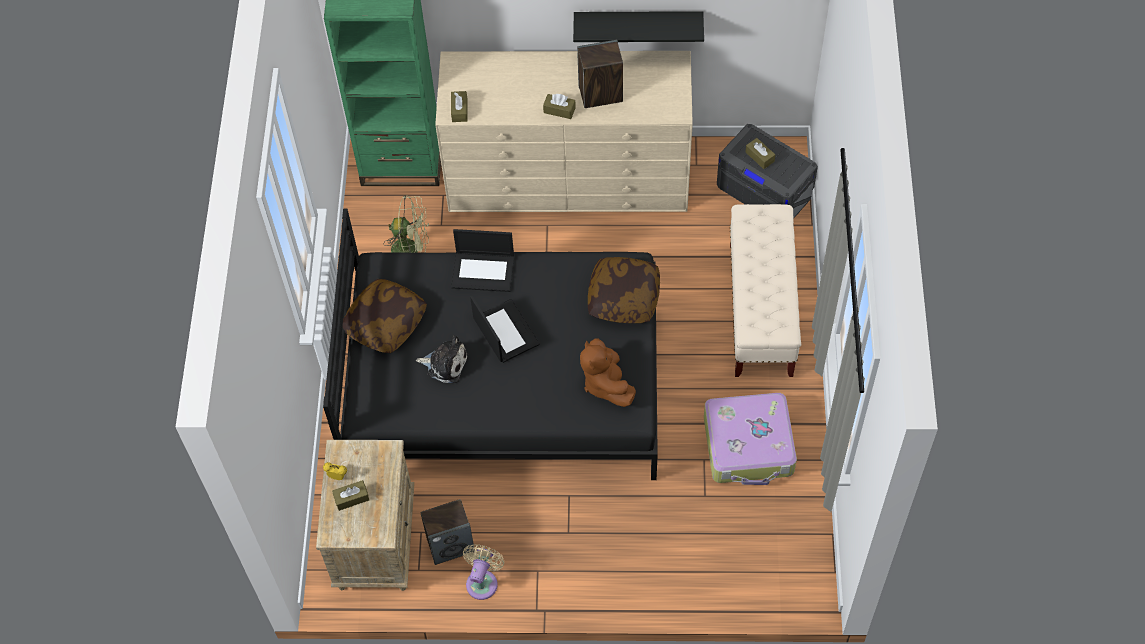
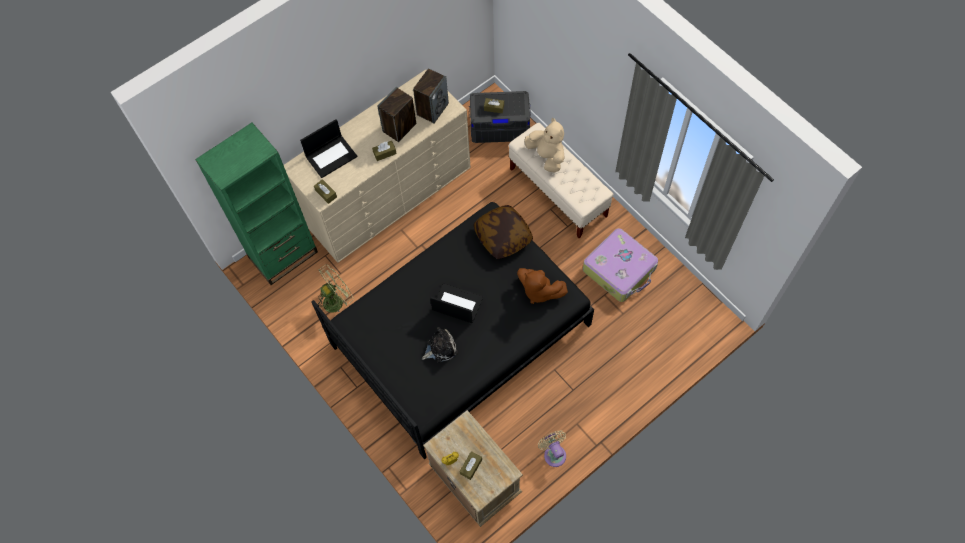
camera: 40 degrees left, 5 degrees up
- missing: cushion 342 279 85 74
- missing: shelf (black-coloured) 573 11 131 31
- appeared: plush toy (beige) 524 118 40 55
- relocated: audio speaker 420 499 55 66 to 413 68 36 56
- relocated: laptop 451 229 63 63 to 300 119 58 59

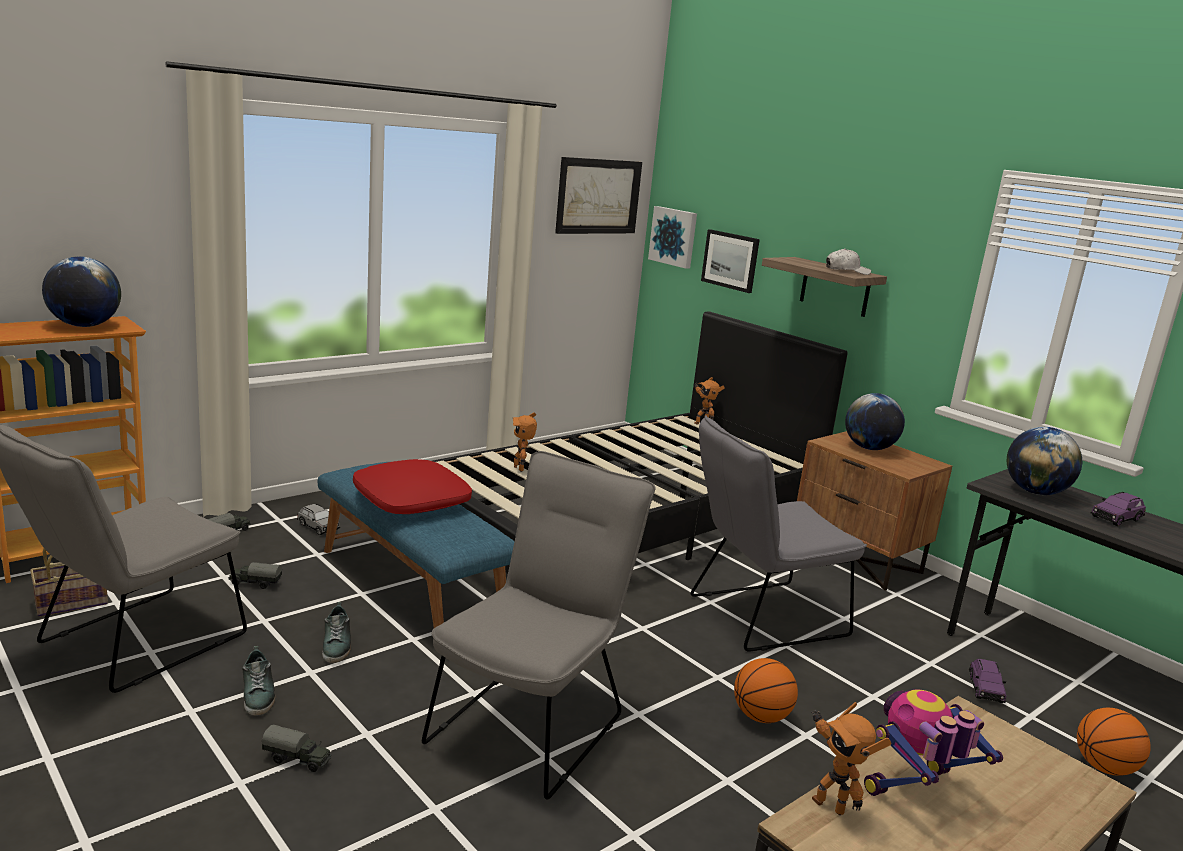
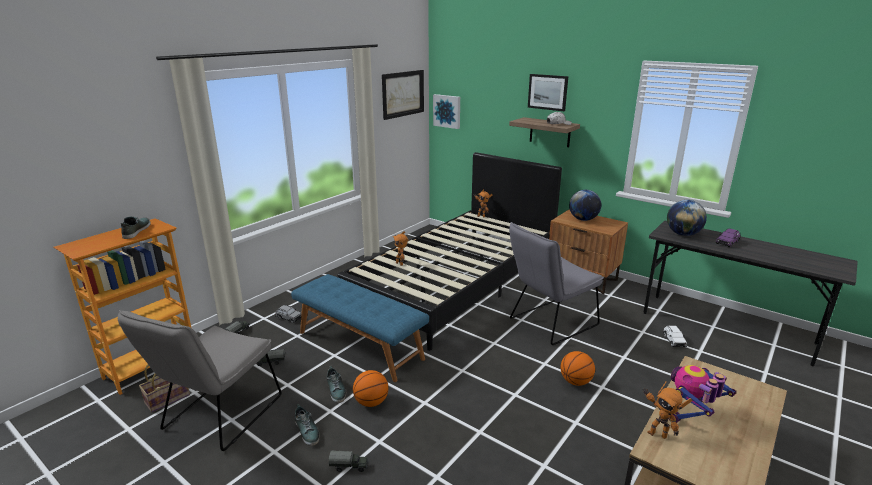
camera: 10 degrees left, 5 degrees up
- missing: cushion (reddish) 353 459 119 55
- missing: upright chair (greyish) 422 451 234 349
- relocated: picture 701 229 59 64 to 528 74 40 37
- relocated: basketball 1077 708 74 68 to 353 370 35 37
- exchanged: world globe 42 256 79 71 to item of footwear 121 216 30 23
- colour: toy car (purple) 969 659 37 44 to toy car (white-coloured) 663 326 24 21

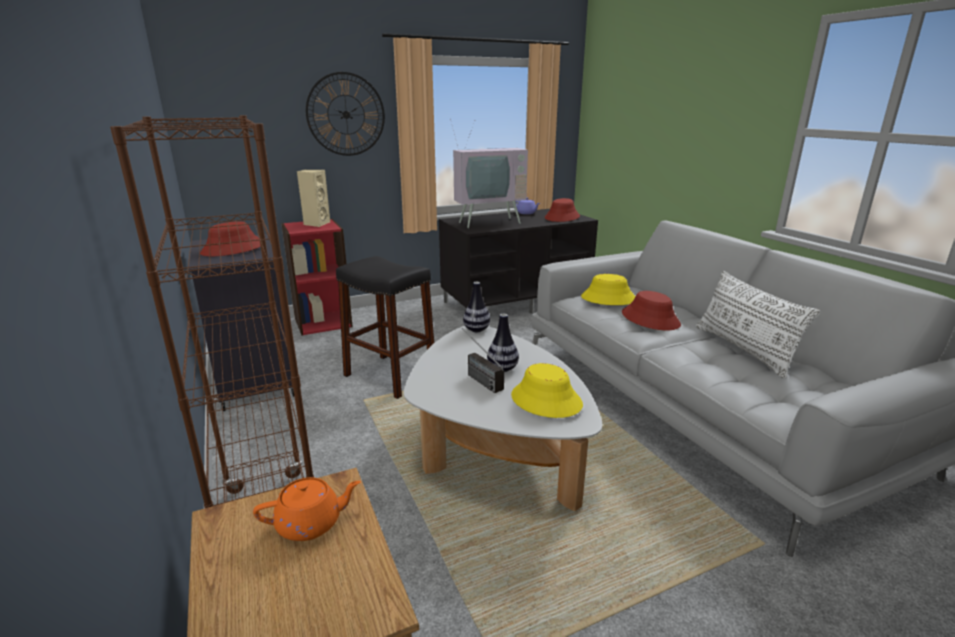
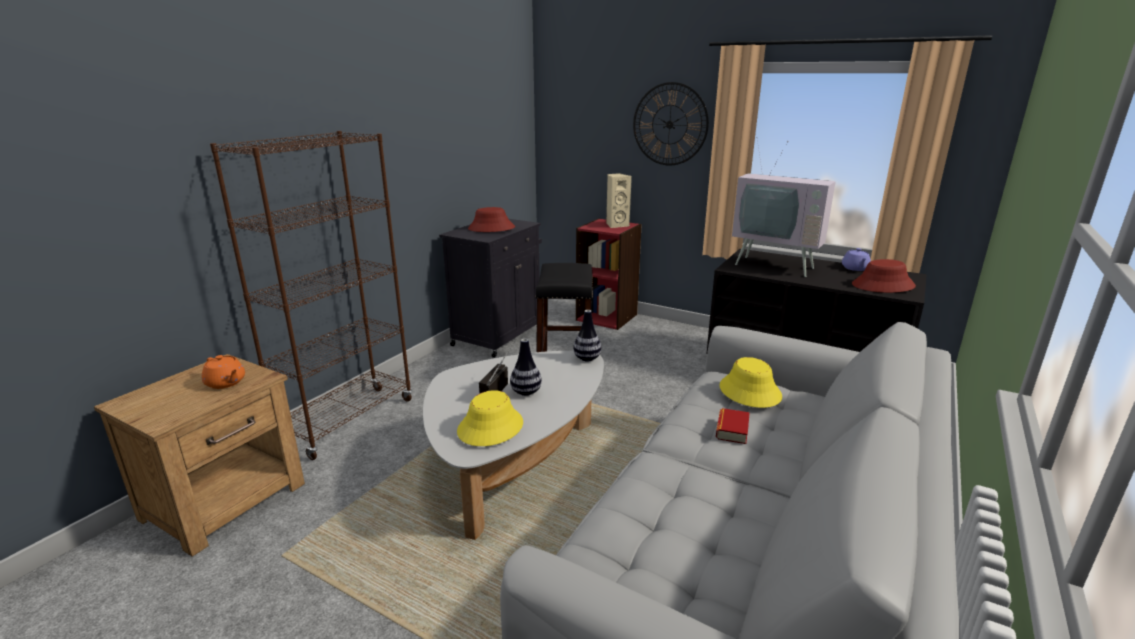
camera: 55 degrees right, 0 degrees up
- missing: cushion (white-coloured) 696 271 124 107
- exchanged: wearable hat (reddish) 622 291 59 39 to bound book 716 408 34 36

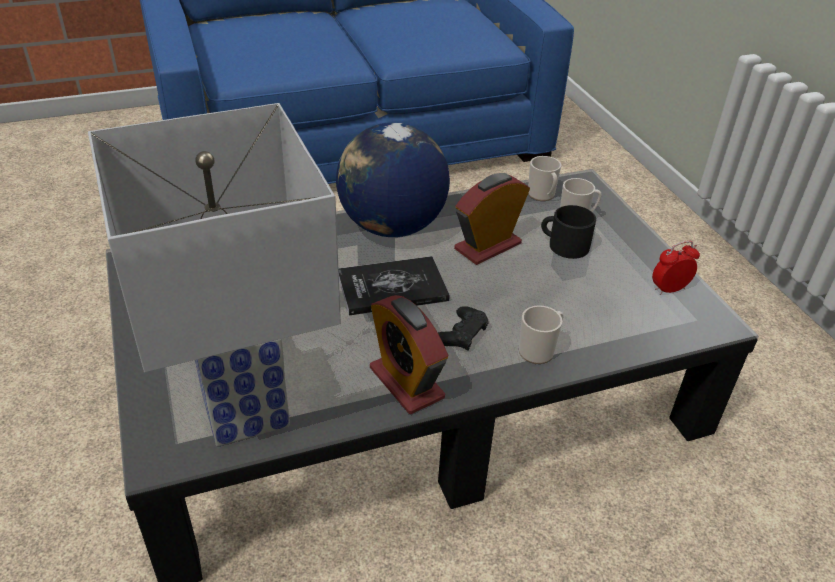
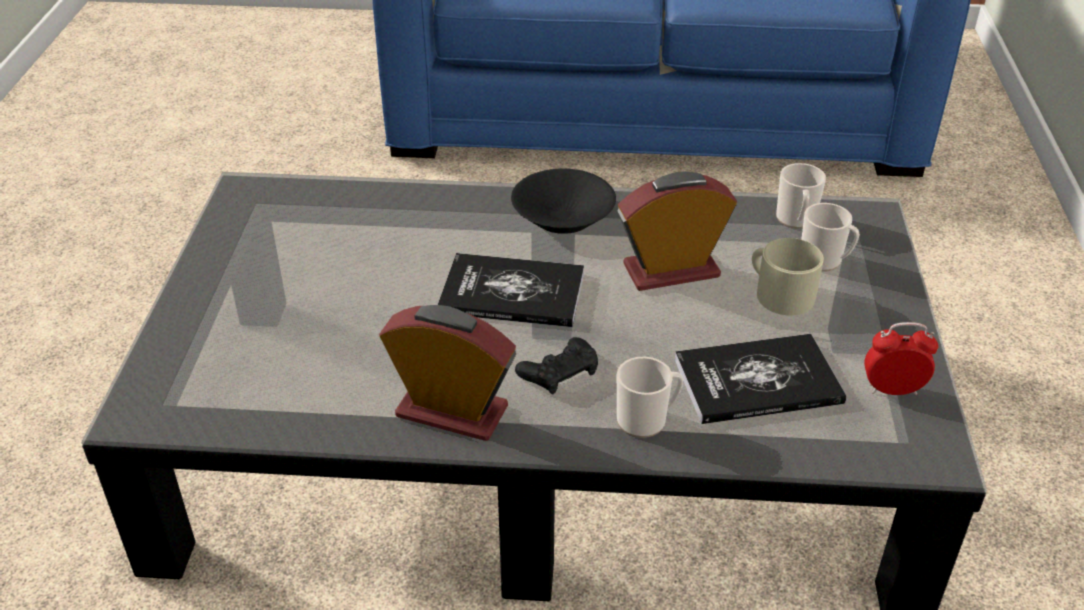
camera: 25 degrees right, 0 degrees up
- missing: lamp for a table (white-coloured) 88 103 253 343
- appeared: bound book 675 334 171 90
- exchanged: world globe 336 122 114 115 to bowl (black-coloured) 511 169 105 65
- colour: coffee mug (black-coloured) 541 205 55 54 to coffee mug (beige) 752 238 72 78
- spun: table clock 370 295 78 119 = 379 305 137 136 120 degrees clockwise

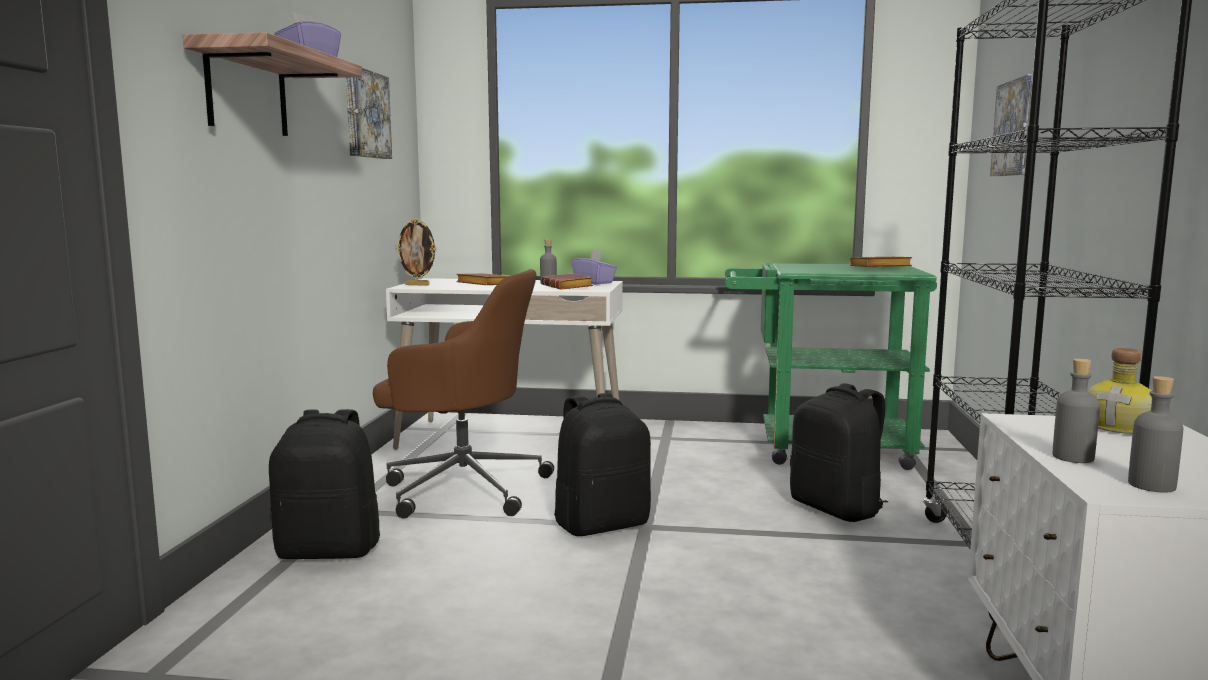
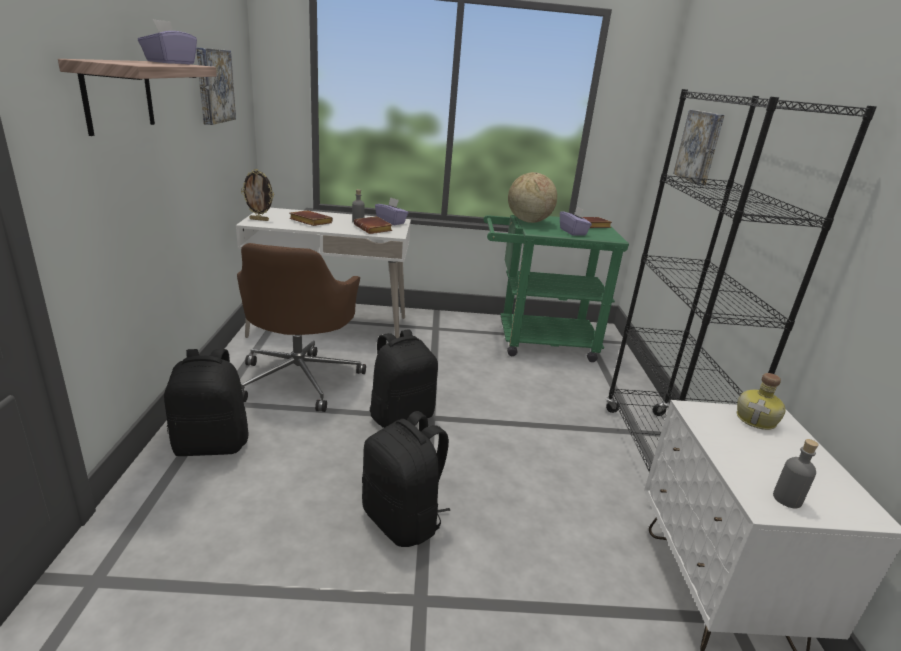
camera: 10 degrees left, 15 degrees up
- missing: bottle (greyish) 1052 358 48 105
- appeared: world globe 508 172 49 51
- appeared: tissue box (purple) 560 207 32 29
- relocated: knapsack (black-coloured) 790 383 98 139 to 362 411 88 136
- spun: desk chair (brown) 373 269 181 250 = 237 243 129 169 90 degrees clockwise

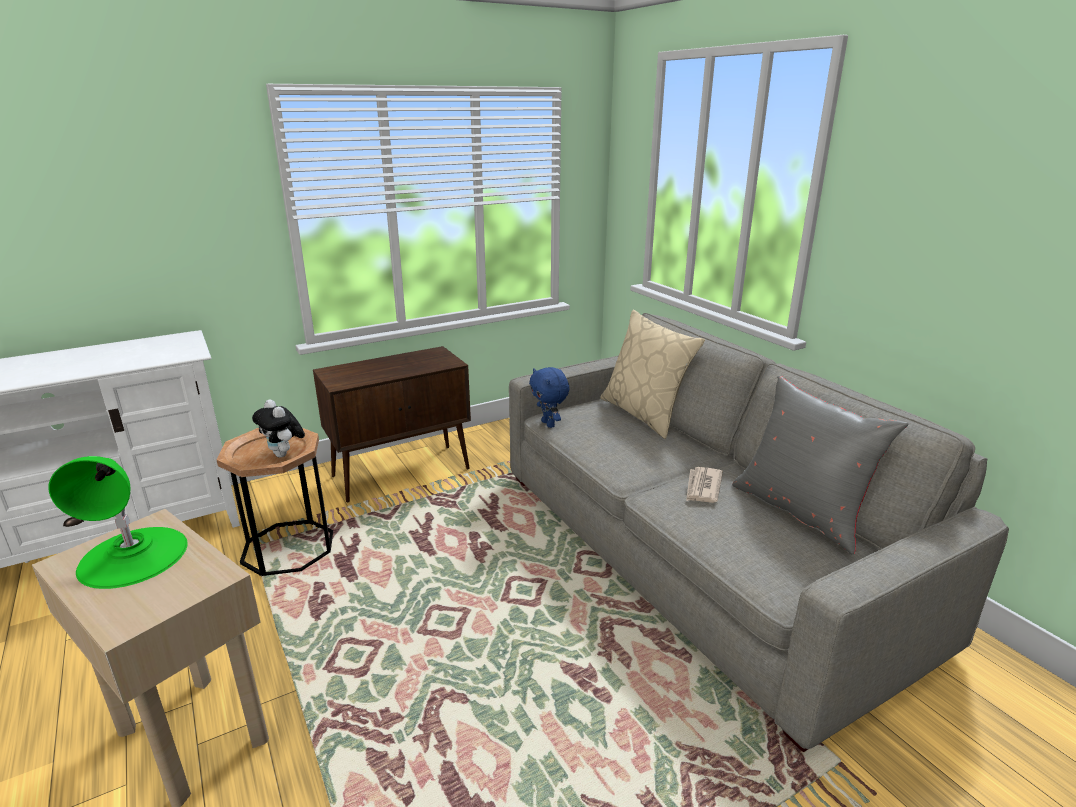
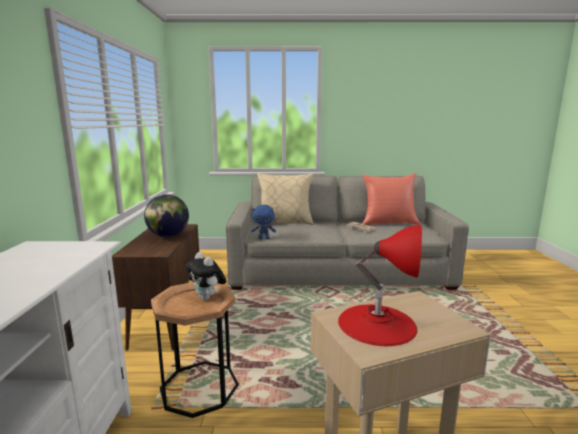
camera: 60 degrees left, 10 degrees down
- appeared: world globe 144 194 45 43
- colour: lamp for a table (green) 49 456 139 133 to lamp for a table (reddish) 338 225 84 121
- colour: cushion (greyish) 732 376 177 179 to cushion (reddish) 362 173 58 52
- spun: plush toy 252 399 53 58 = 185 252 41 48 60 degrees clockwise

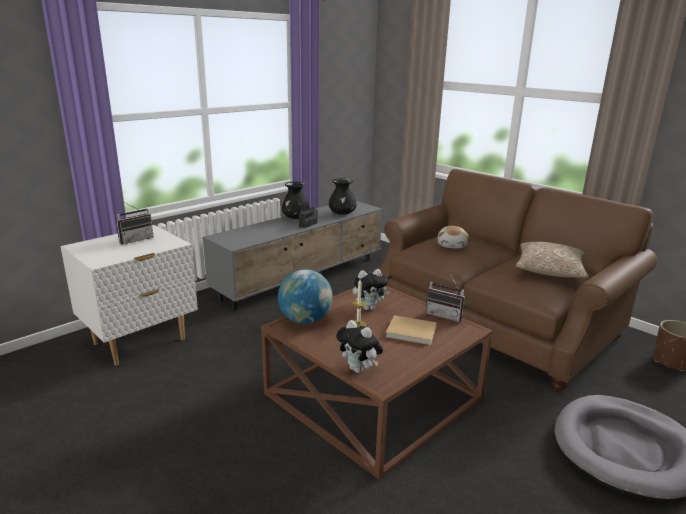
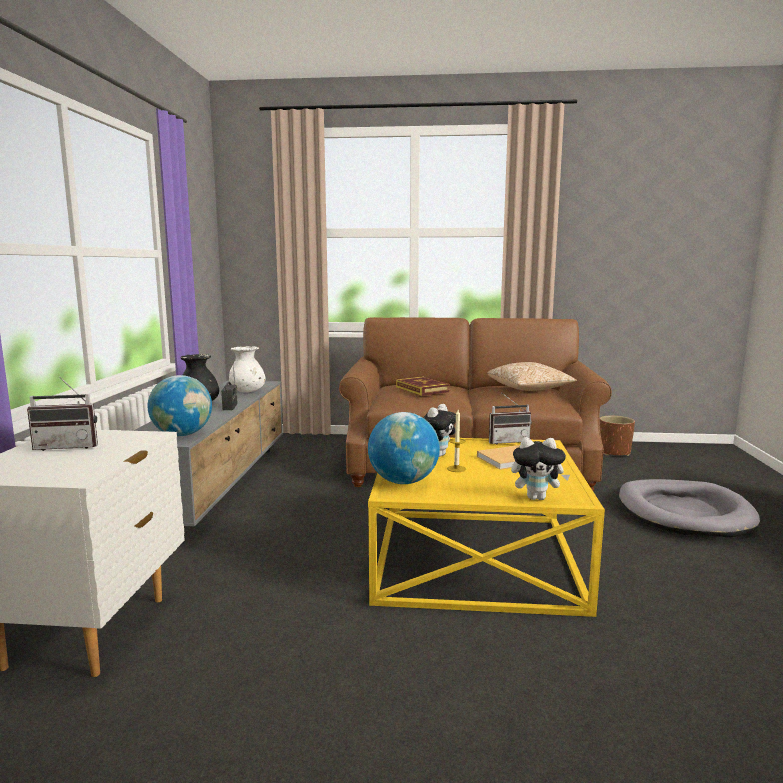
camera: 40 degrees left, 10 degrees down
- appeared: world globe 148 375 64 61
- exchanged: plush toy 438 226 31 22 to bound book 396 377 54 19
- colour: lounge table (brown) 261 286 232 194 to lounge table (yellowish) 368 438 237 179
- colour: vase (black-coloured) 329 178 28 37 to vase (white-coloured) 229 346 37 47
- spun: radio receiver 116 202 37 43 = 27 377 71 74 75 degrees clockwise

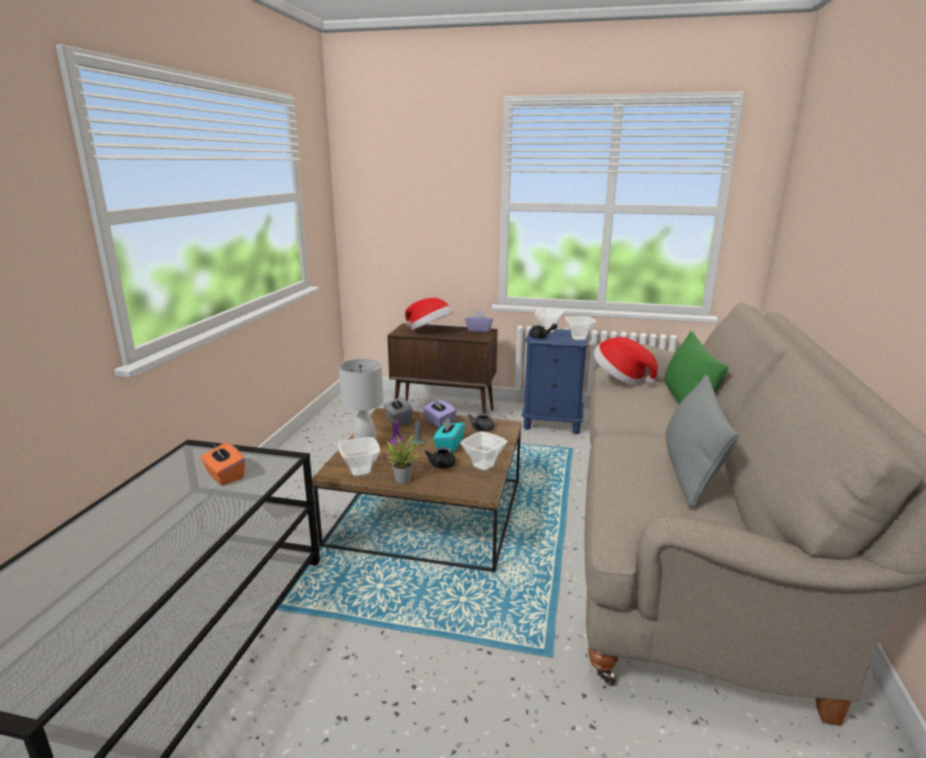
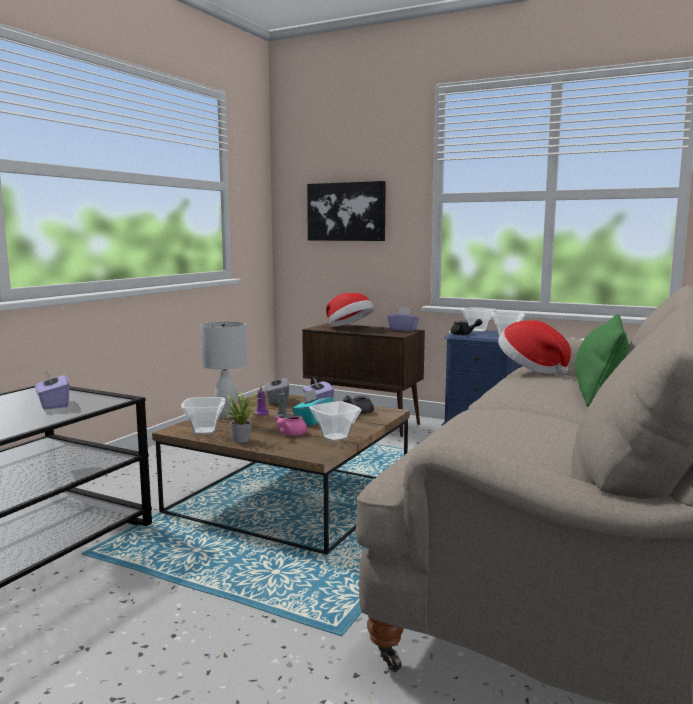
camera: 15 degrees right, 10 degrees down
- missing: cushion (greyish) 666 375 72 133
- appeared: picture 307 181 79 60
- colour: tissue box (orange-coloured) 200 443 45 43 to tissue box (purple) 35 370 34 40
- colour: tea pot (black-coloured) 425 447 31 21 to tea pot (pink) 274 415 33 21

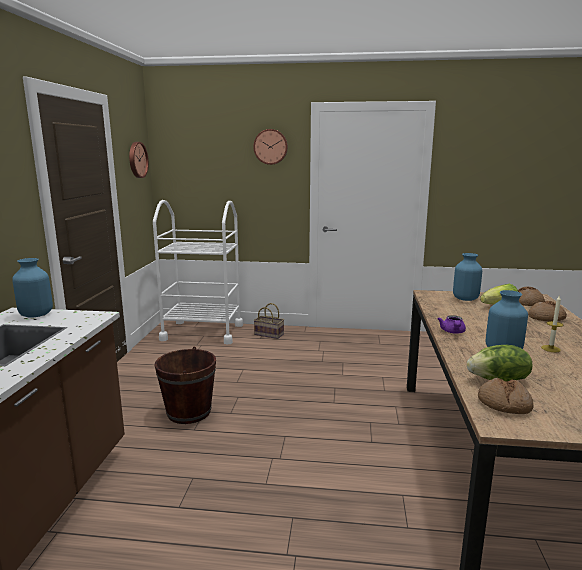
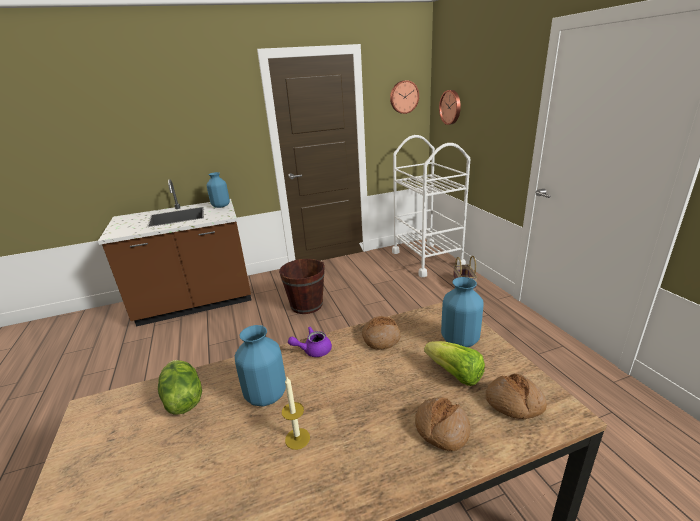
camera: 65 degrees right, 10 degrees up
- relocated: hanging clock 253 129 35 36 to 439 90 22 35
- relocated: baked bread 478 378 56 36 to 362 316 39 34

